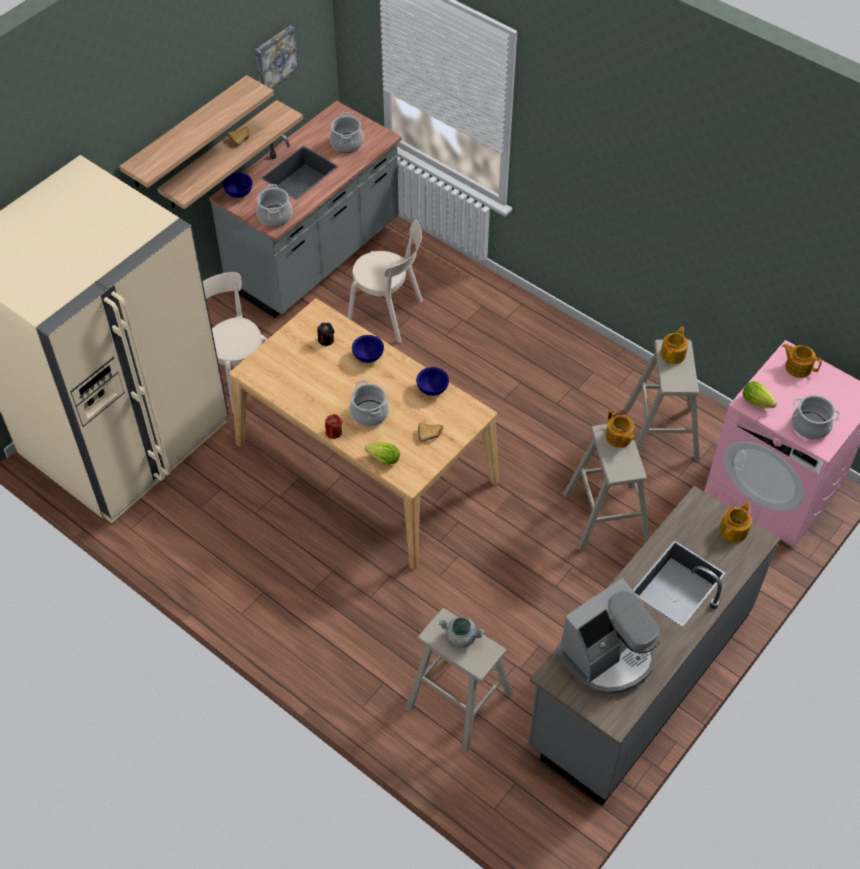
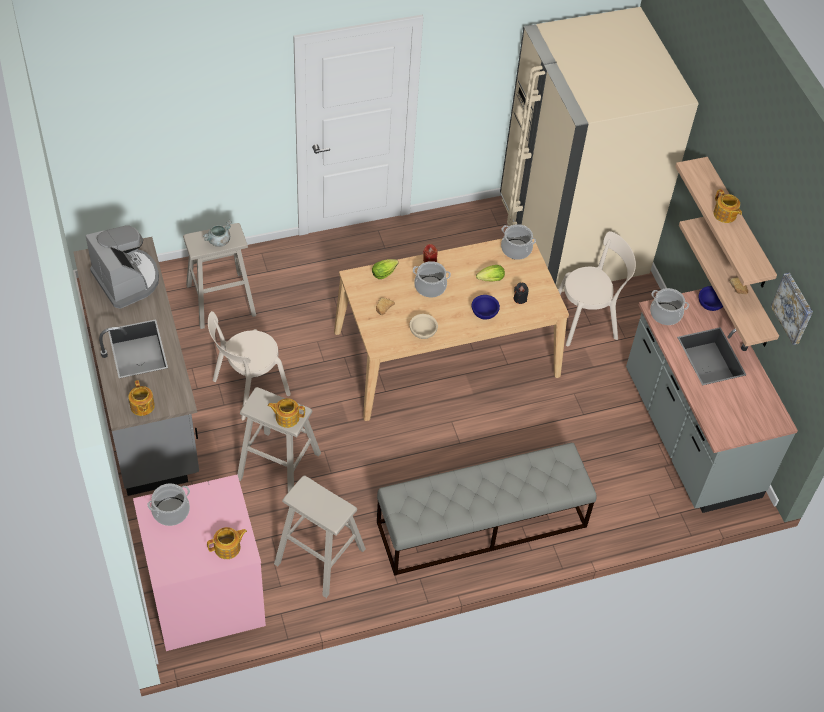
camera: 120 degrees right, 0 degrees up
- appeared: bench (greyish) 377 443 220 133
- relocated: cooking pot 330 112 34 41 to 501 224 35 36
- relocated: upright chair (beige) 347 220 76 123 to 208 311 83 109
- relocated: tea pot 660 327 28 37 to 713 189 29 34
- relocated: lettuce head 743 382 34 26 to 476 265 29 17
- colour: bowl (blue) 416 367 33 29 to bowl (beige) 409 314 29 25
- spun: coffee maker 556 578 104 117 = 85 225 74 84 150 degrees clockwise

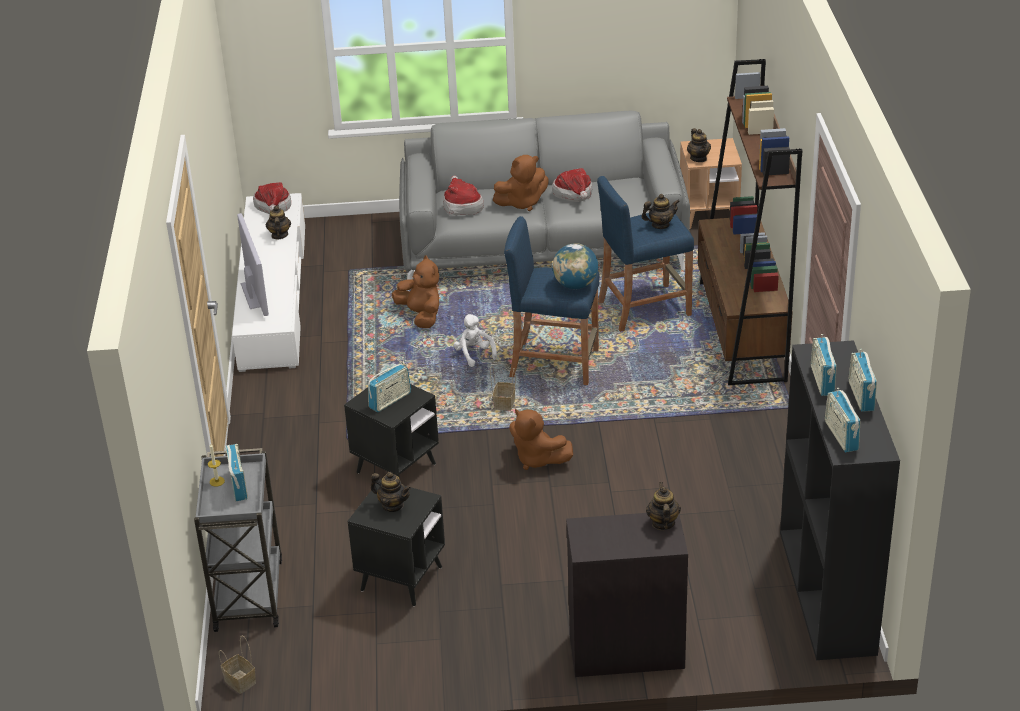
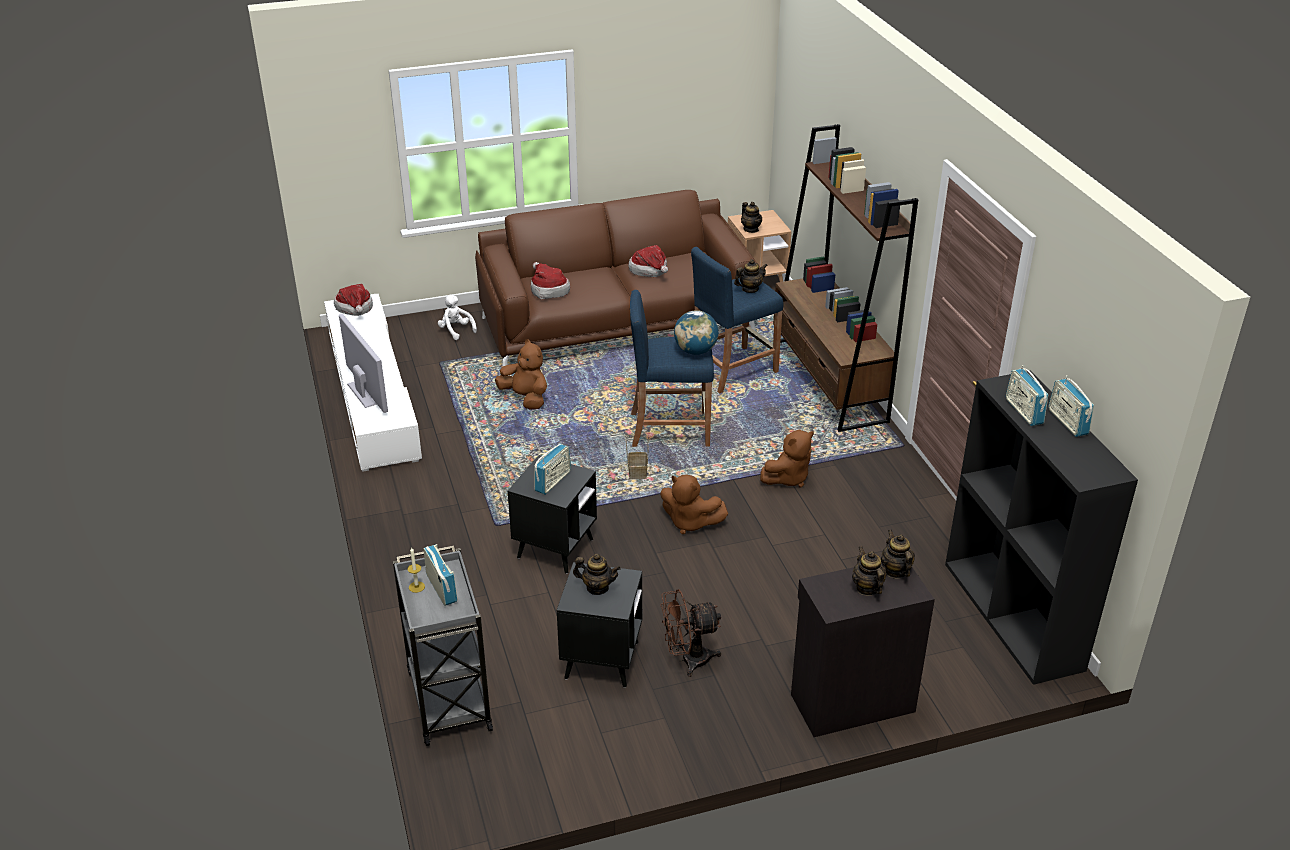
camera: 15 degrees left, 0 degrees up
- missing: basket 219 636 37 58
- missing: radio receiver 825 388 35 64
- appeared: fan (brown) 660 589 61 88
- relocated: tea pot 266 205 25 34 to 852 546 34 50
- relocated: plush toy (white-coloured) 453 314 44 53 to 438 295 39 45
- relocated: plush toy (brown) 493 155 56 56 to 760 430 54 57
- colour: settee (greyish) 399 111 291 168 to settee (brown) 475 190 286 176

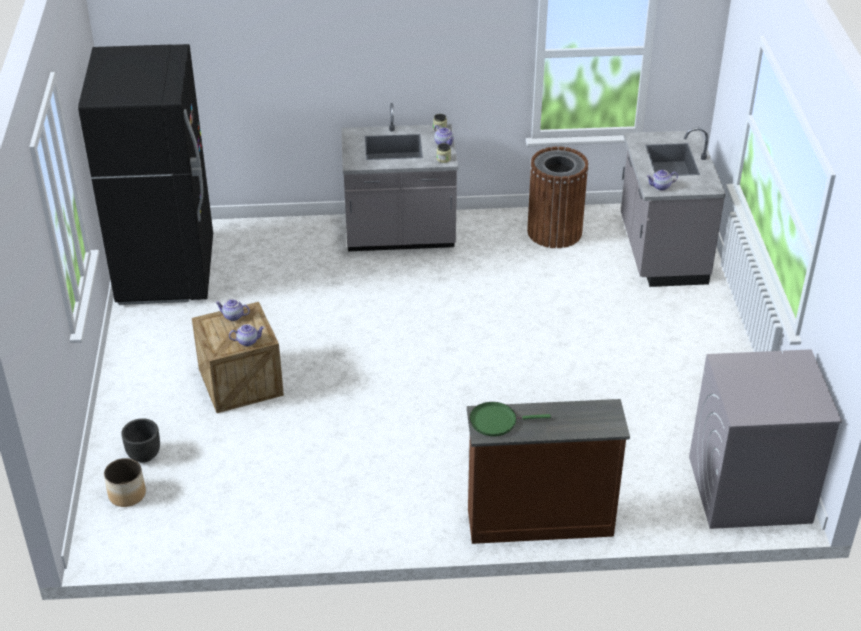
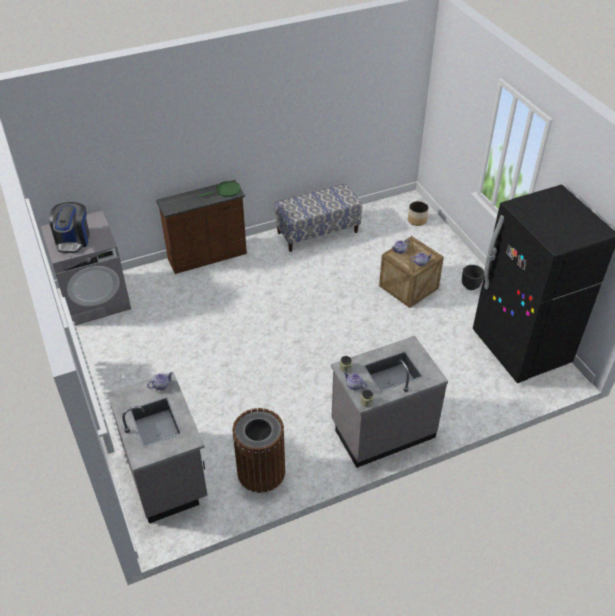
camera: 160 degrees right, 5 degrees up
- appeared: coffee maker 49 202 41 51
- appeared: bench 274 184 88 68
- relocated: plant pot (black-coloured) 121 418 39 45 to 462 265 22 25

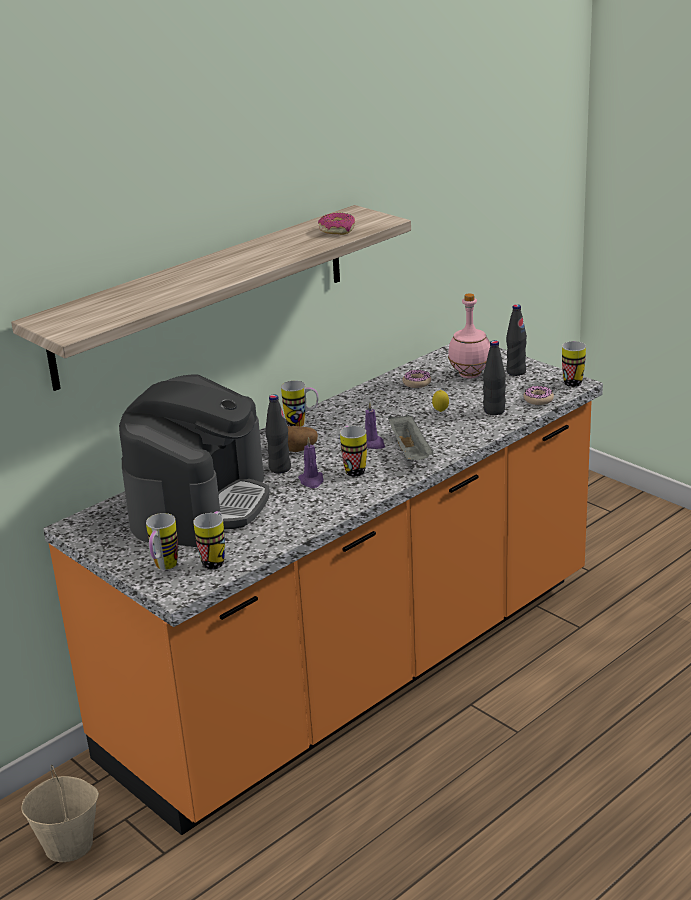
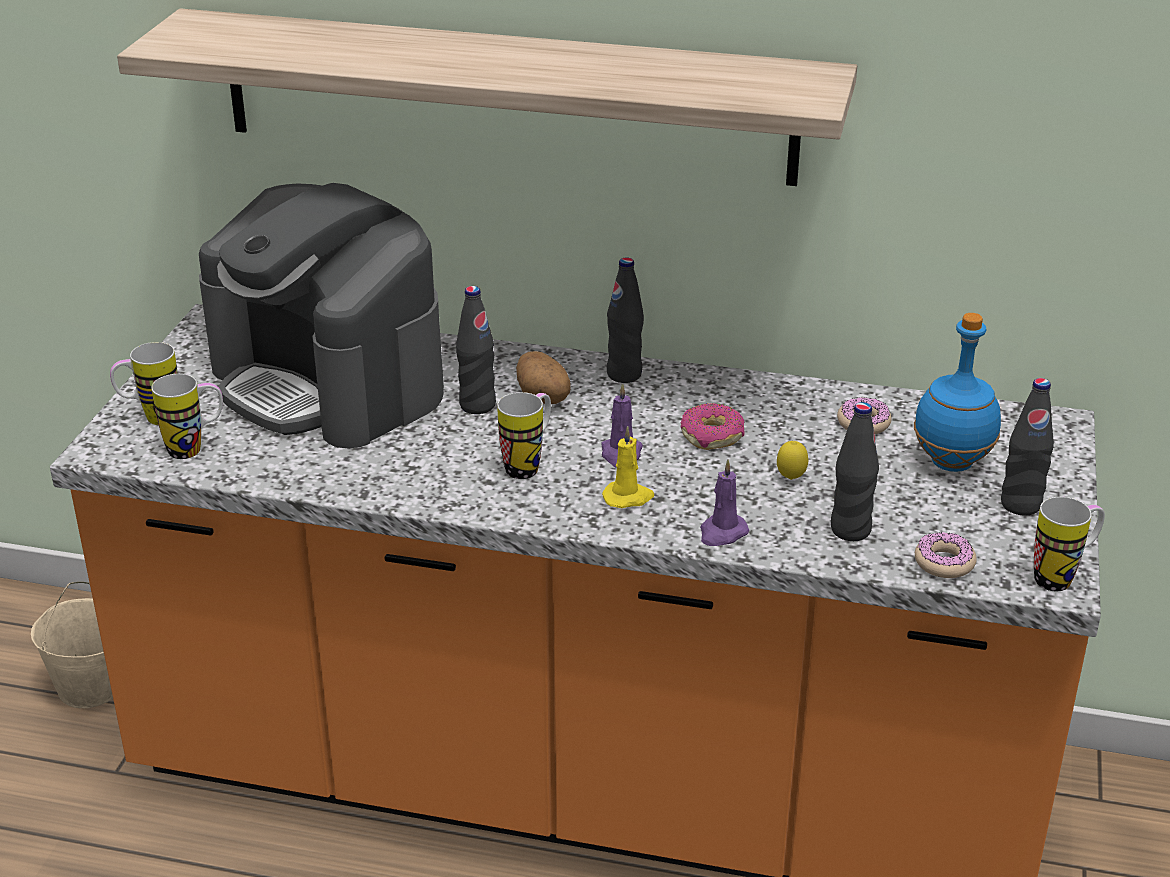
camera: 55 degrees right, 5 degrees up
- relocated: wax candle (purple) 298 437 26 51 to 700 460 49 86
- relocated: doughnut 318 213 37 22 to 680 403 65 47
- exchanged: coffee mug 281 380 37 47 to bottle (black-coloured) 607 258 37 125
- exchanged: carrying tray (greyish) 388 415 46 45 to wax candle (yellowish) 602 426 52 82
- colour: bottle (pink) 448 293 42 85 to bottle (blue) 914 313 87 159
- spun: coffee maker 119 375 151 172 = 199 183 245 265 60 degrees clockwise

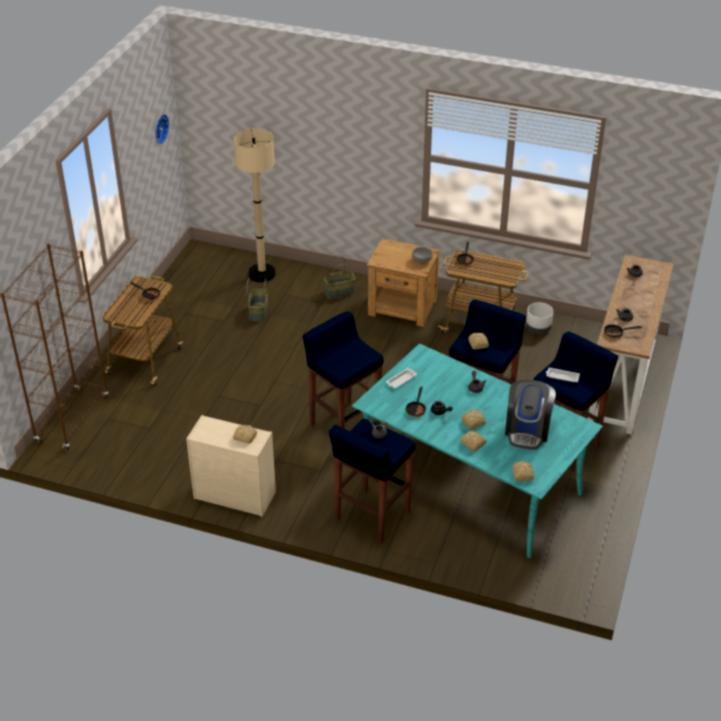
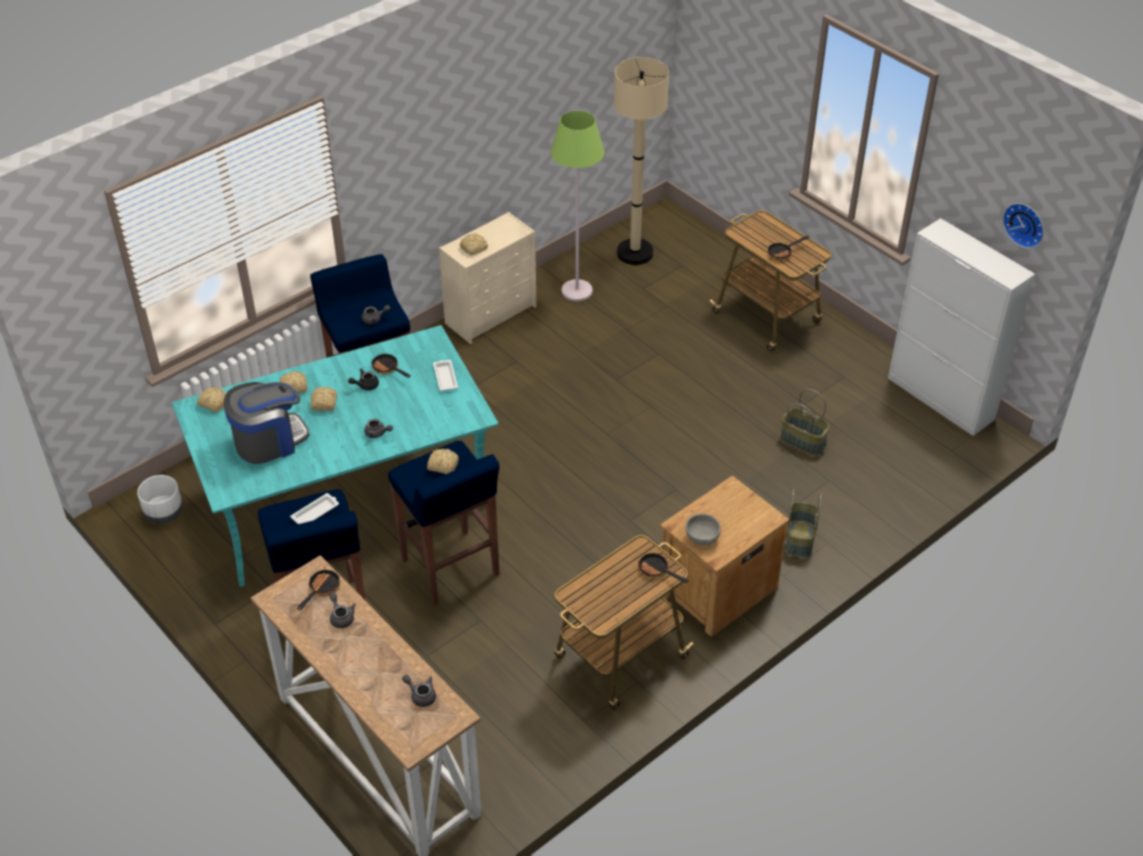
camera: 120 degrees right, 5 degrees up
- missing: shelving unit (brown) 1 244 107 207
- missing: sitting stool (blue) 303 311 80 117
- appeared: standard lamp (green) 551 110 54 191
- appeared: storage cabinet (white-coloured) 888 218 147 218
- relocated: standard lamp (beige) 234 128 42 154 to 614 57 55 208
- relocated: plant pot (white-coloured) 526 302 28 32 to 137 475 46 49
- spun: coffee maker 505 380 51 69 = 224 382 86 82 105 degrees clockwise

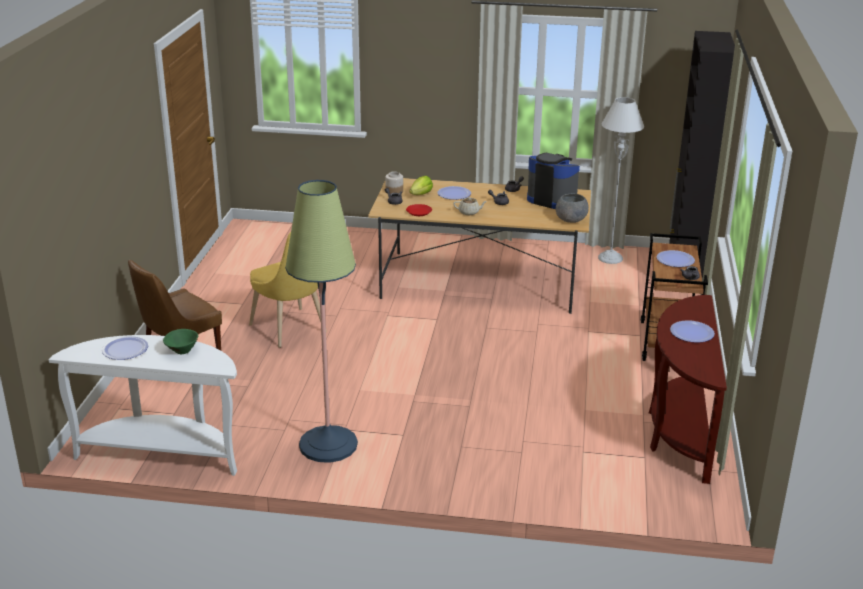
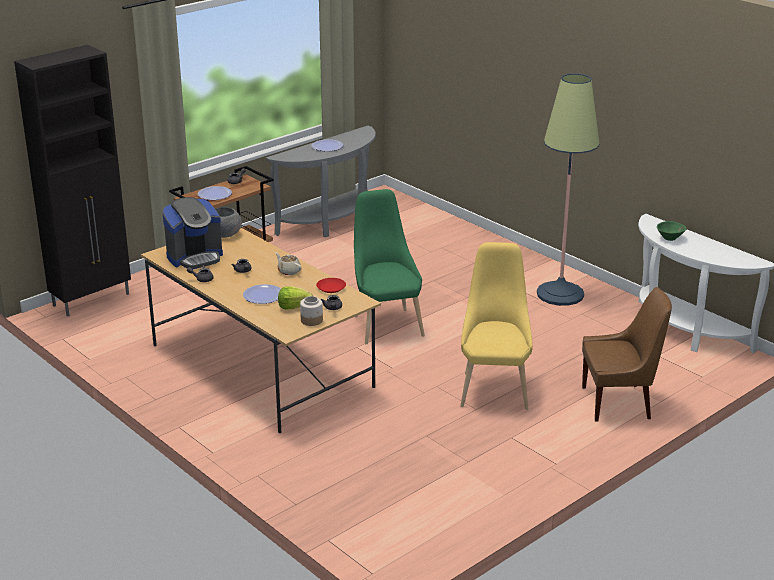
camera: 140 degrees left, 0 degrees up
- missing: flat dish 102 336 46 24
- missing: standard lamp (greyish) 598 97 46 167
- appeared: upright chair (green) 354 189 71 155
- colour: console table (brown) 649 295 78 189 to console table (greyish) 266 125 110 112
- spun: coffee maker 527 153 53 56 = 162 197 61 72 105 degrees counterclockwise

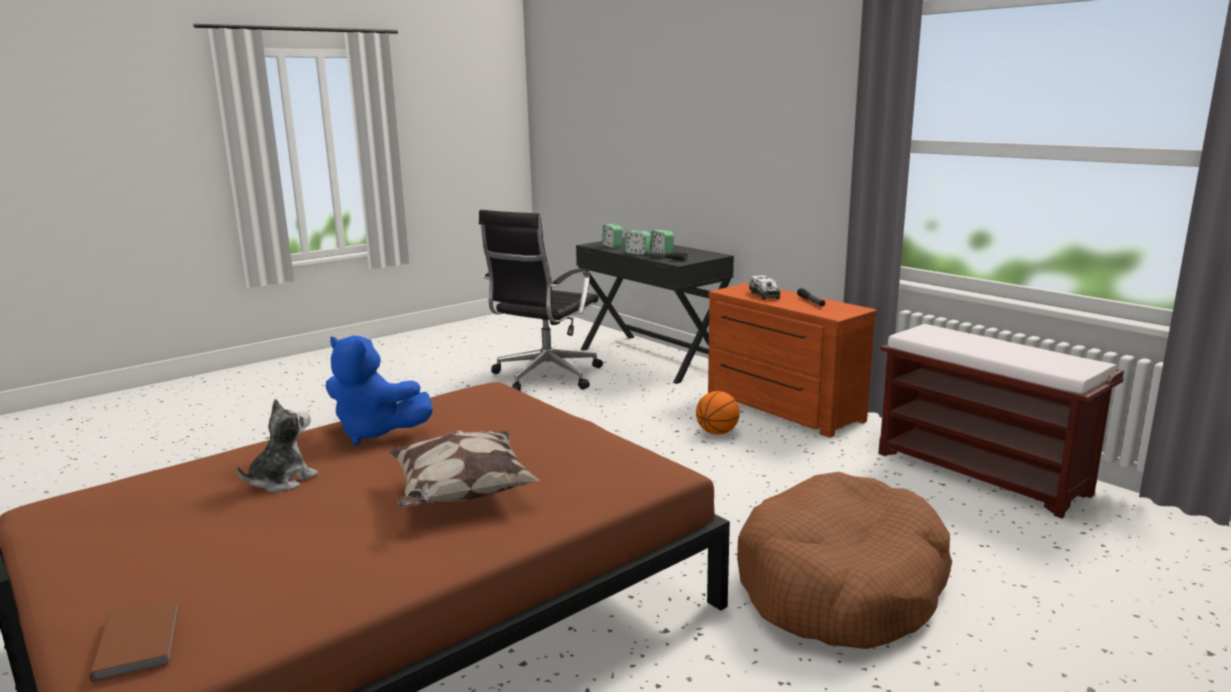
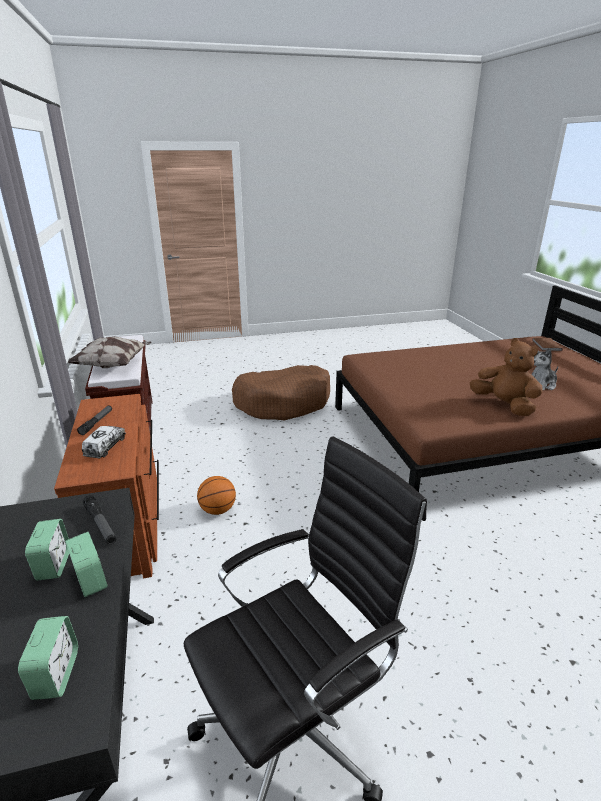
camera: 155 degrees left, 10 degrees up
- relocated: cushion 388 430 152 77 to 68 337 84 31
- colour: plush toy (blue) 326 336 107 109 to plush toy (brown) 470 338 73 78

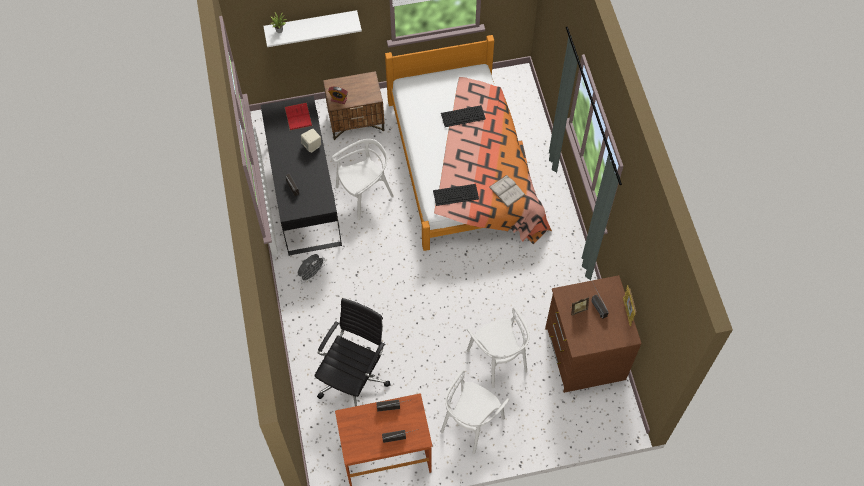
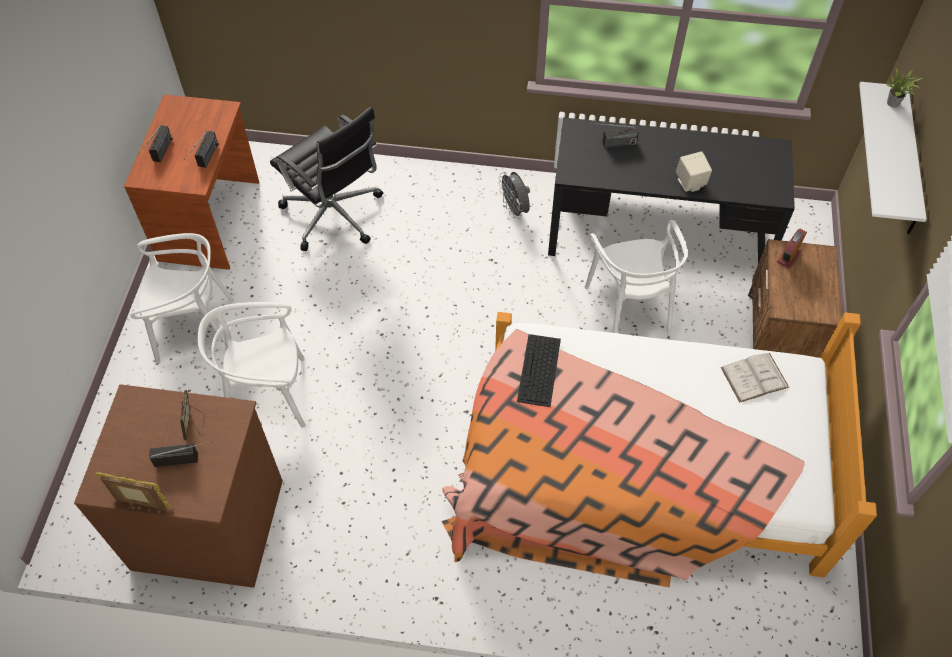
camera: 110 degrees right, 5 degrees down
- missing: bound book (reddish) 285 102 27 29
- missing: PC keyboard 441 105 45 22
- relocated: bound book (white-coloured) 489 175 36 32 to 721 353 68 50
- spun: upright chair (white-coloured) 441 370 69 84 = 130 233 104 131 120 degrees clockwise

